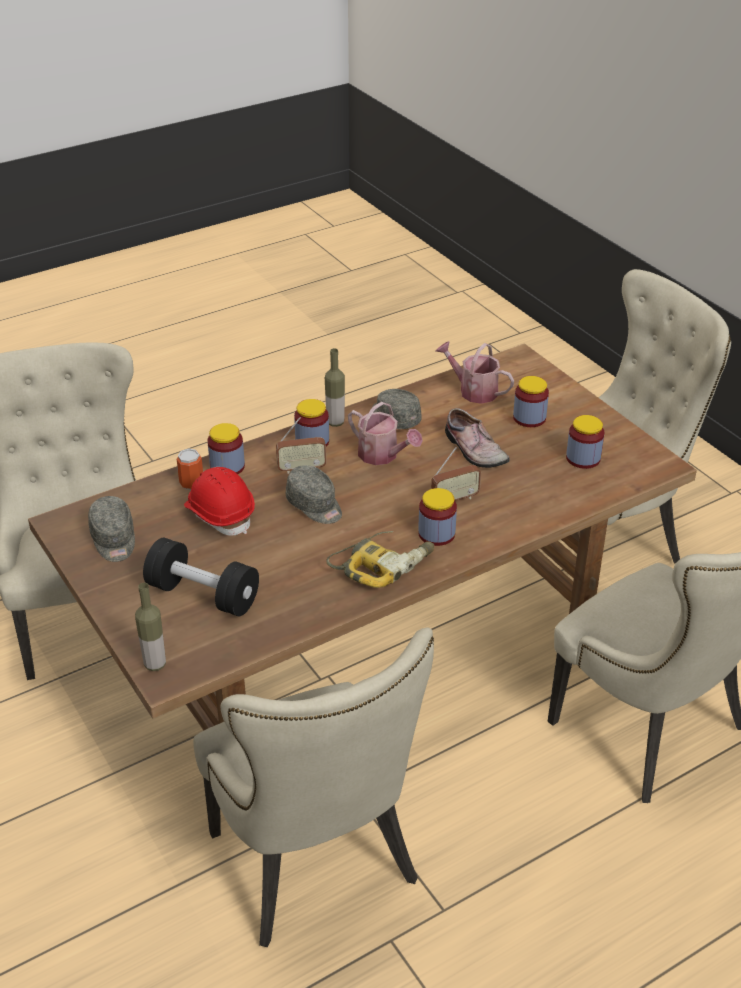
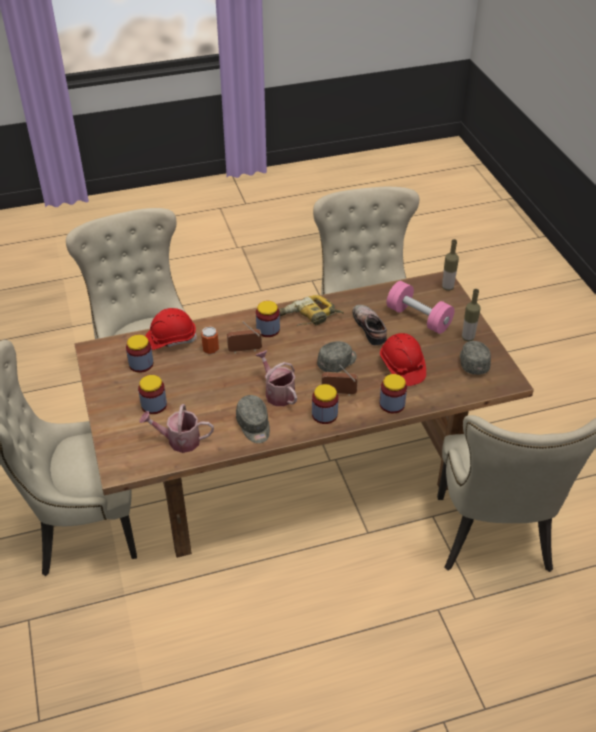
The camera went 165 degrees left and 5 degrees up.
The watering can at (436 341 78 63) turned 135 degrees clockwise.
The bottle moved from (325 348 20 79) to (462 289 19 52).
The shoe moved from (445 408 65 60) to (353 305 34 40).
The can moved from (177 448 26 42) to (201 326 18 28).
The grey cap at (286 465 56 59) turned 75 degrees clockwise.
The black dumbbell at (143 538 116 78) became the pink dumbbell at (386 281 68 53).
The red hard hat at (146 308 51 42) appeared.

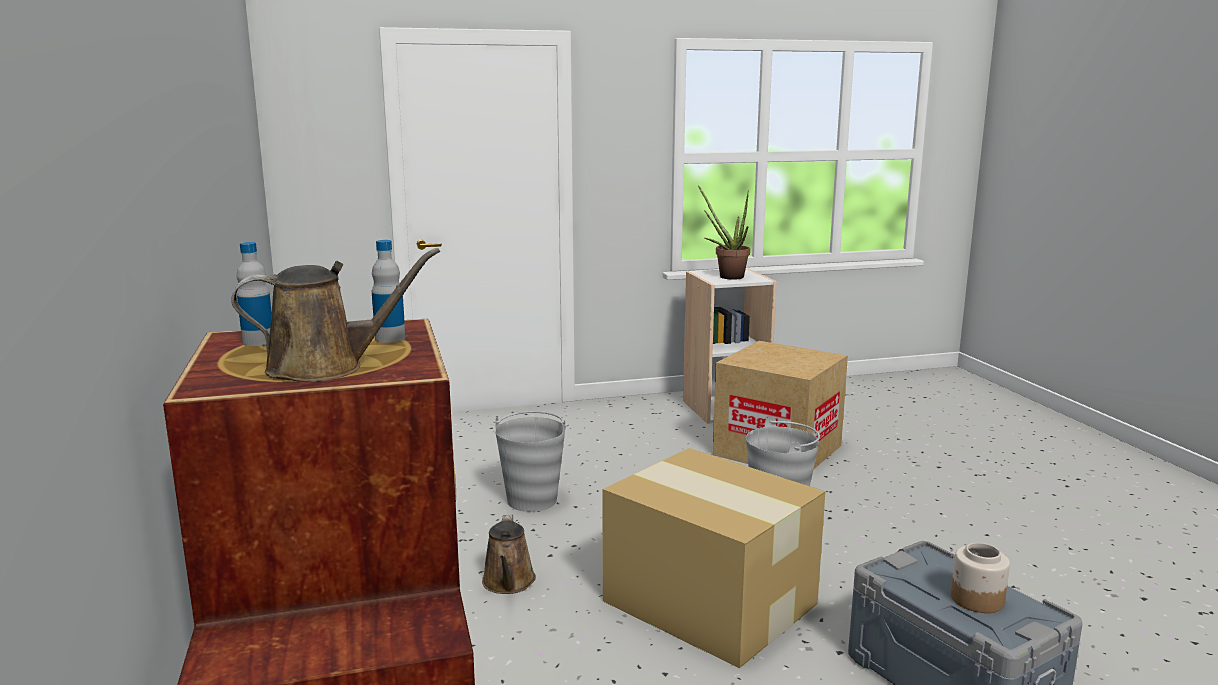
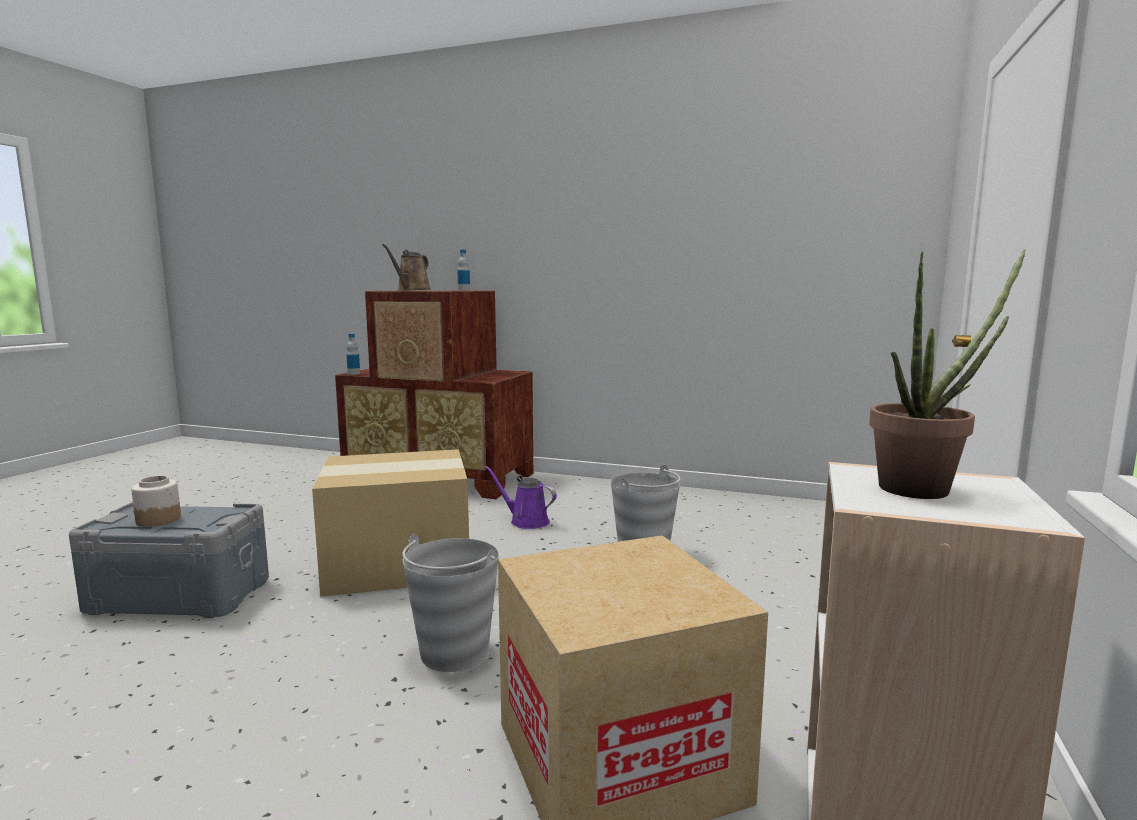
The camera went 125 degrees right and 5 degrees down.
The bottle moved from (372 240 34 103) to (346 334 14 41).
The brown watering can at (482 514 54 80) became the purple watering can at (485 466 72 63).

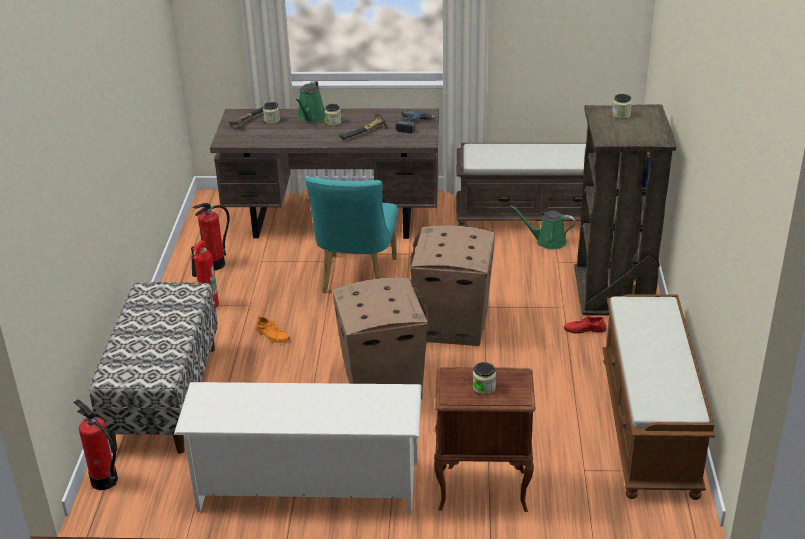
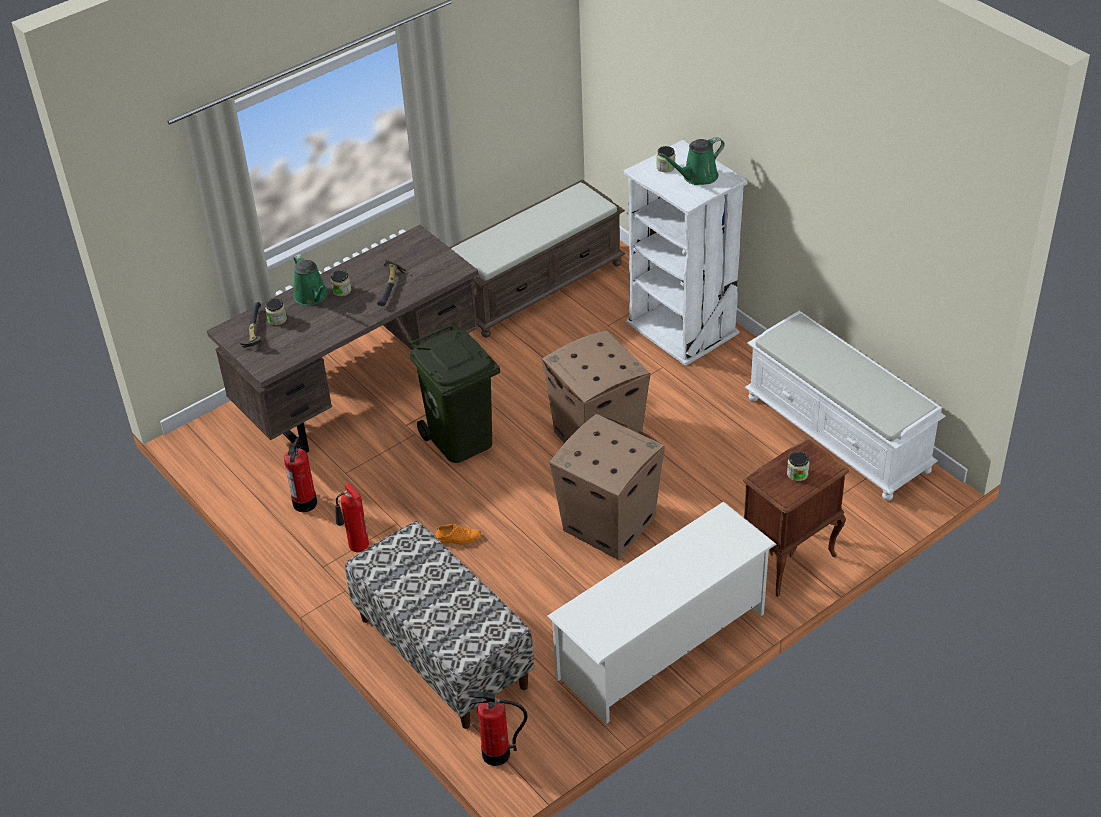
The camera went 40 degrees left and 10 degrees up.
The brown bookcase at (574 104 102 212) became the white bookcase at (623 140 125 225).
The power drill at (396 110 39 24) disappeared.
The turquoise chair at (306 177 92 116) was replaced by the green trash can at (410 324 90 139).
The green watering can moved from (511 206 64 44) to (658 137 67 48).
The brown bench at (602 294 113 206) became the white bench at (745 311 200 190).
The red shoe at (564 315 42 19) disappeared.

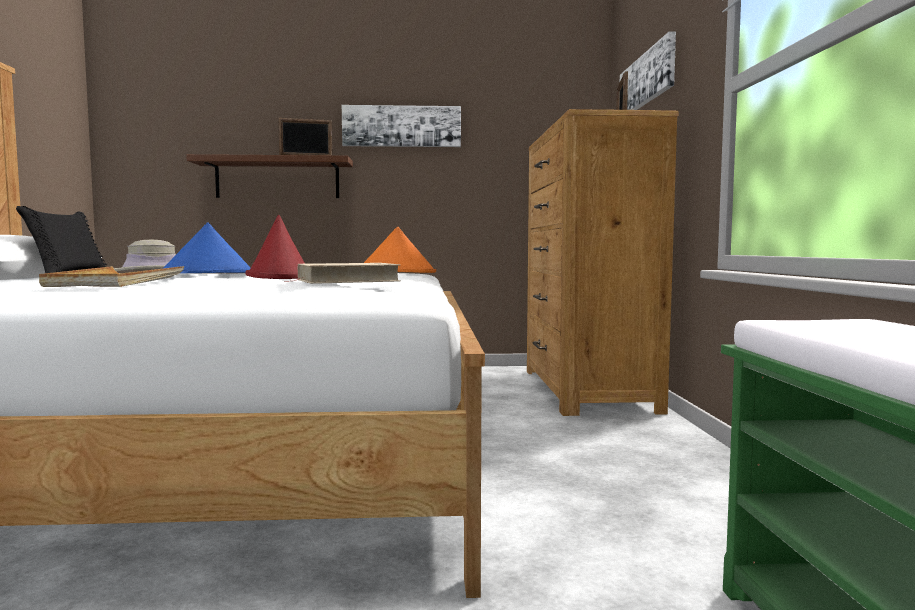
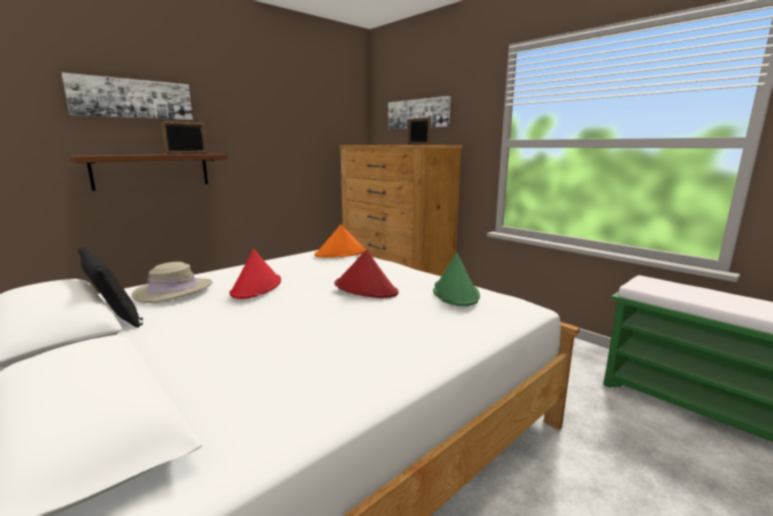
The camera went 40 degrees left and 10 degrees up.
The picture moved from (342 105 119 42) to (62 73 131 47).
The blue hat at (164 223 86 51) became the red hat at (229 249 52 50).
The beige book at (284 263 117 21) was replaced by the green hat at (433 252 47 54).
The beige tray at (39 266 145 21) disappeared.

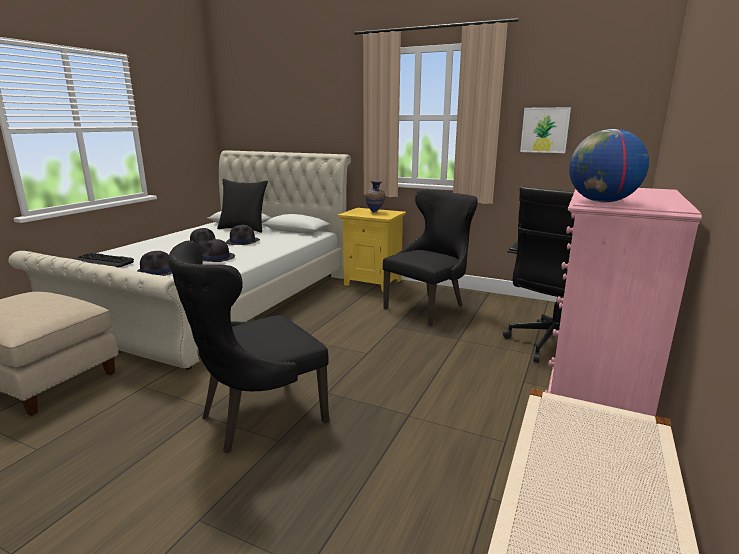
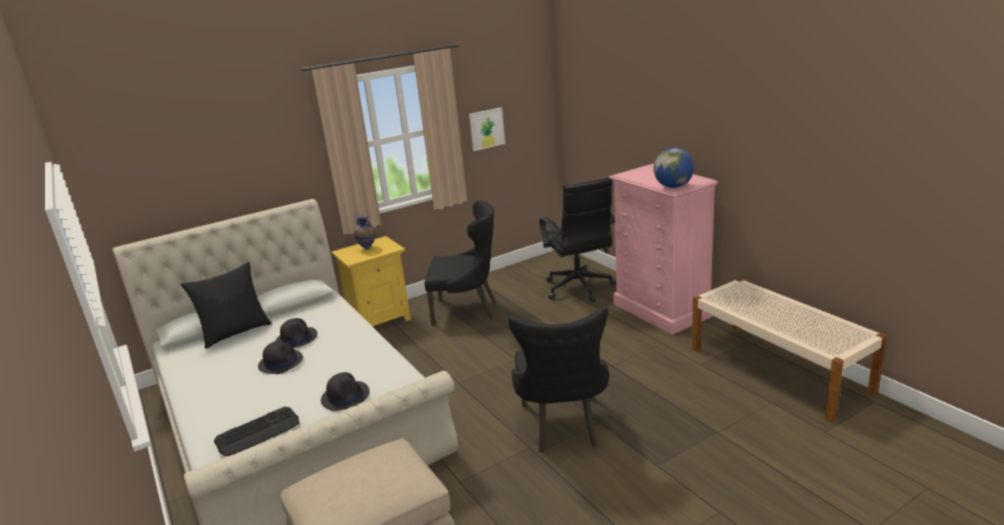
The camera went 55 degrees left and 5 degrees up.
The black chair at (383 189 94 137) turned 105 degrees clockwise.
The black hat at (200 239 35 23) disappeared.

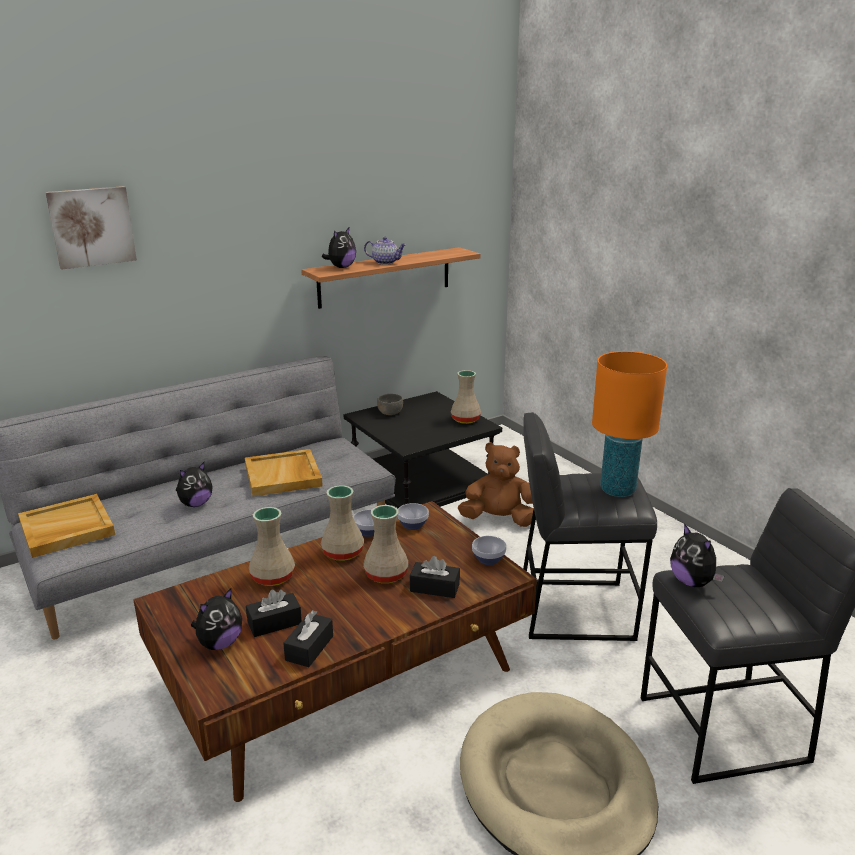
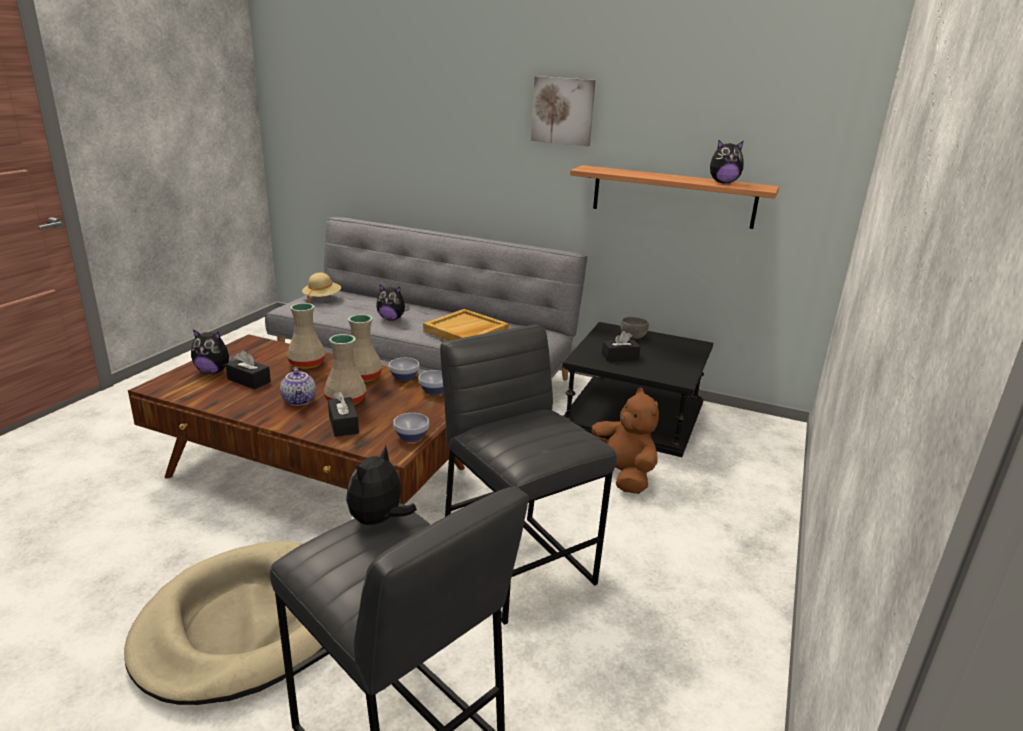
The camera went 55 degrees right and 0 degrees up.
The picture moved from (45 186 92 84) to (531 76 65 70).
The plush toy moved from (322 228 34 40) to (710 140 34 43).
The teapot moved from (364 237 42 28) to (280 367 36 39).
The orange table lamp at (592 351 75 146) disappeared.
The beige vase at (451 370 30 54) disappeared.
The beige tray at (18 494 97 64) was replaced by the beige hat at (302 273 39 30).
The black tissue box moved from (283 610 50 57) to (602 331 39 30).

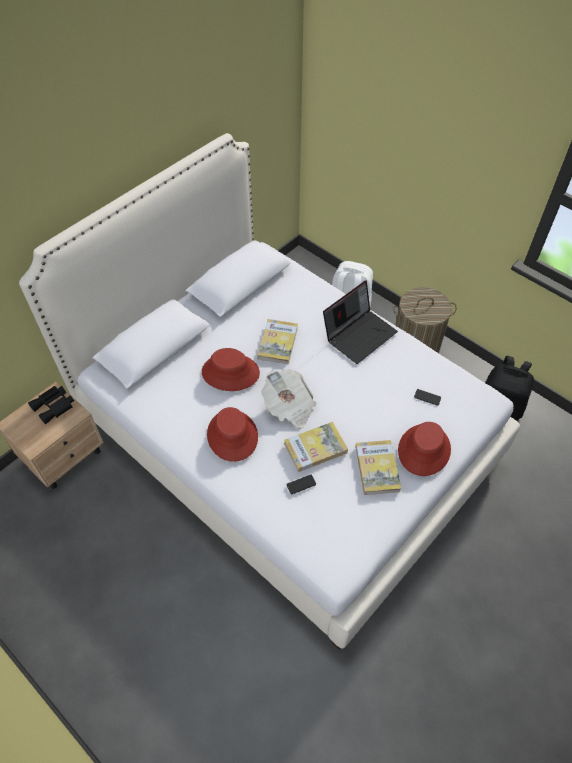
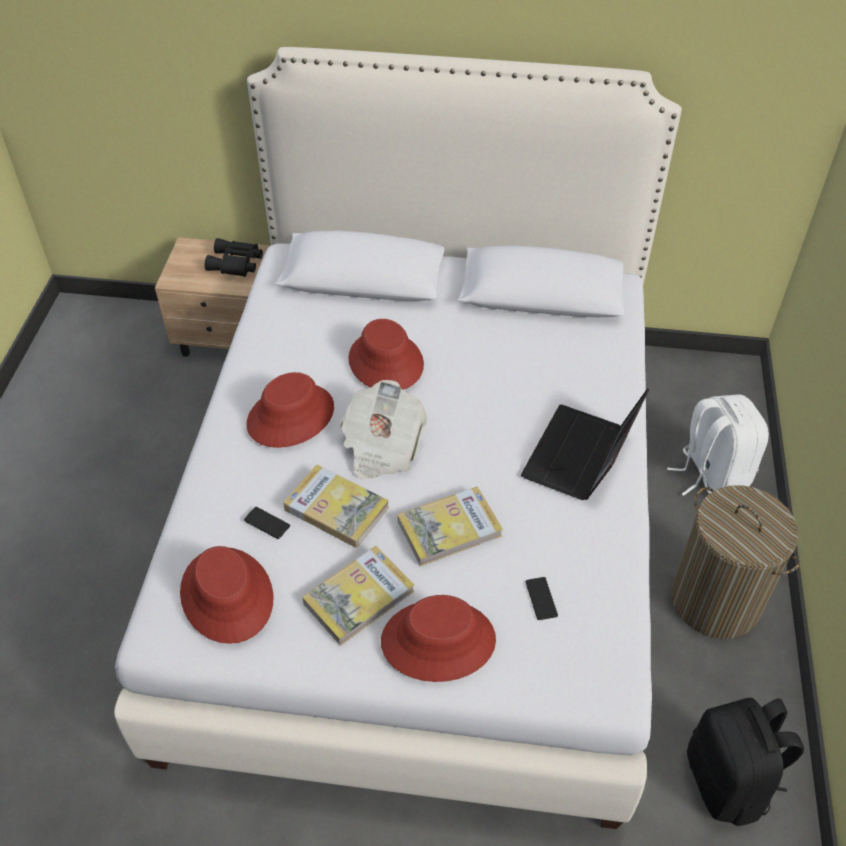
The camera went 55 degrees right and 5 degrees down.
The laptop at (323 280 75 84) turned 105 degrees clockwise.
The book moved from (257 319 41 45) to (398 487 105 79).
The red hat at (180 546 93 98) appeared.

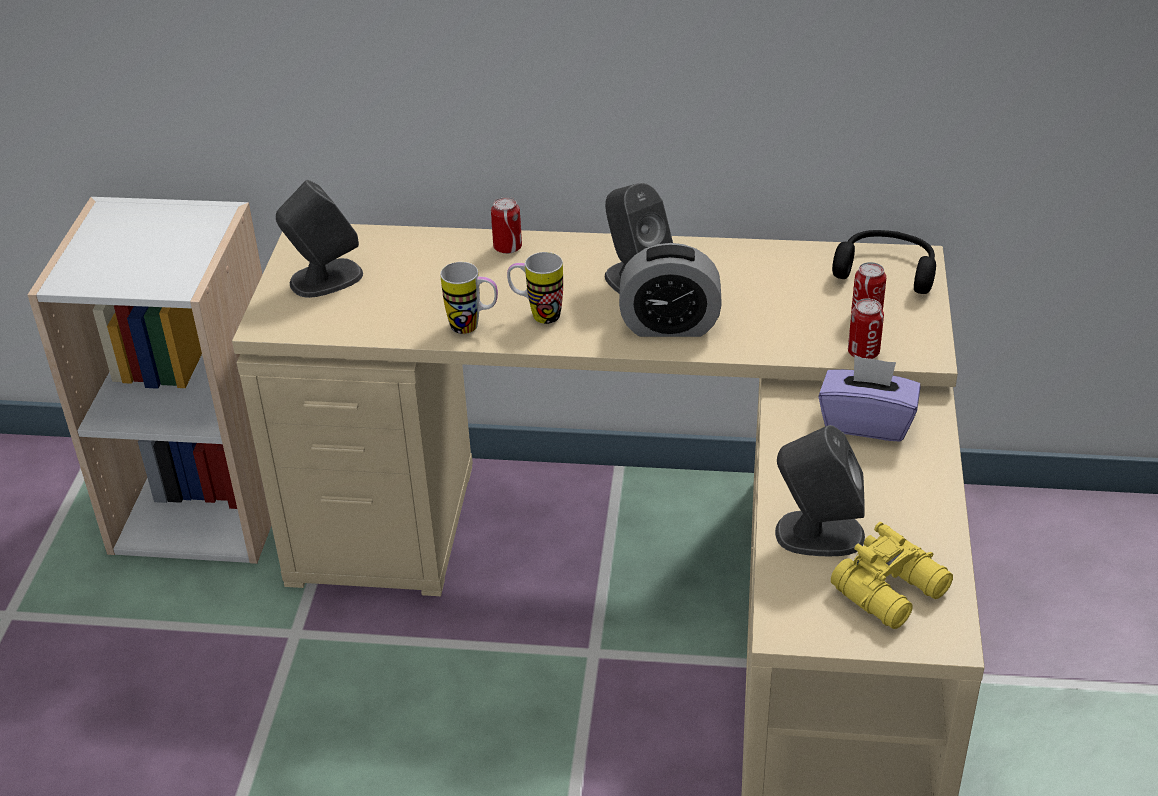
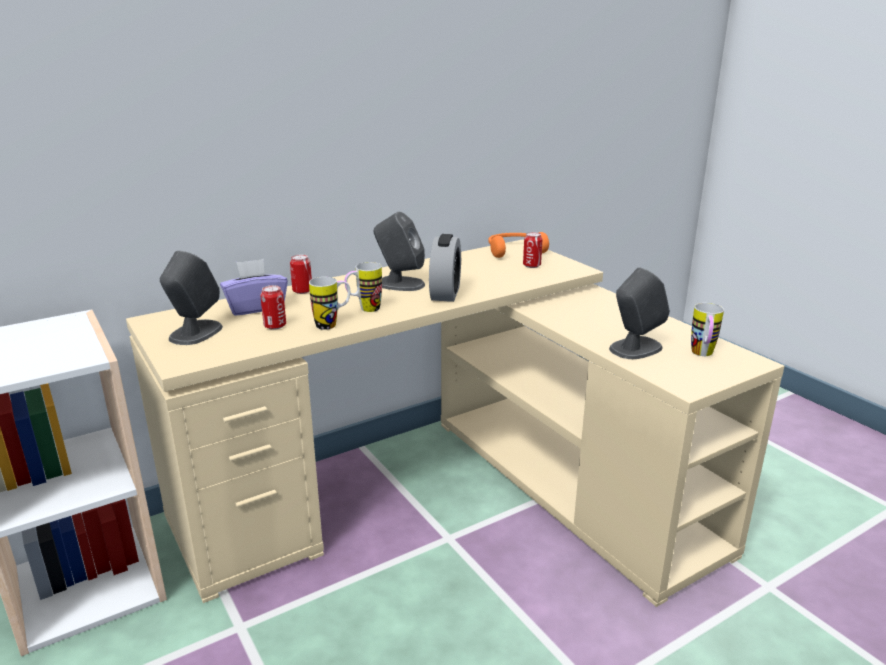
The camera went 40 degrees left and 15 degrees down.
The black headphones at (832 230 104 64) became the orange headphones at (488 232 61 26).
The alarm clock at (619 243 103 94) turned 45 degrees counterclockwise.
The can moved from (848 299 36 60) to (260 285 26 45).
The purple tissue box moved from (819 355 102 87) to (220 259 68 57).
The yellow binoculars at (831 522 122 107) was replaced by the mug at (691 303 33 53).

